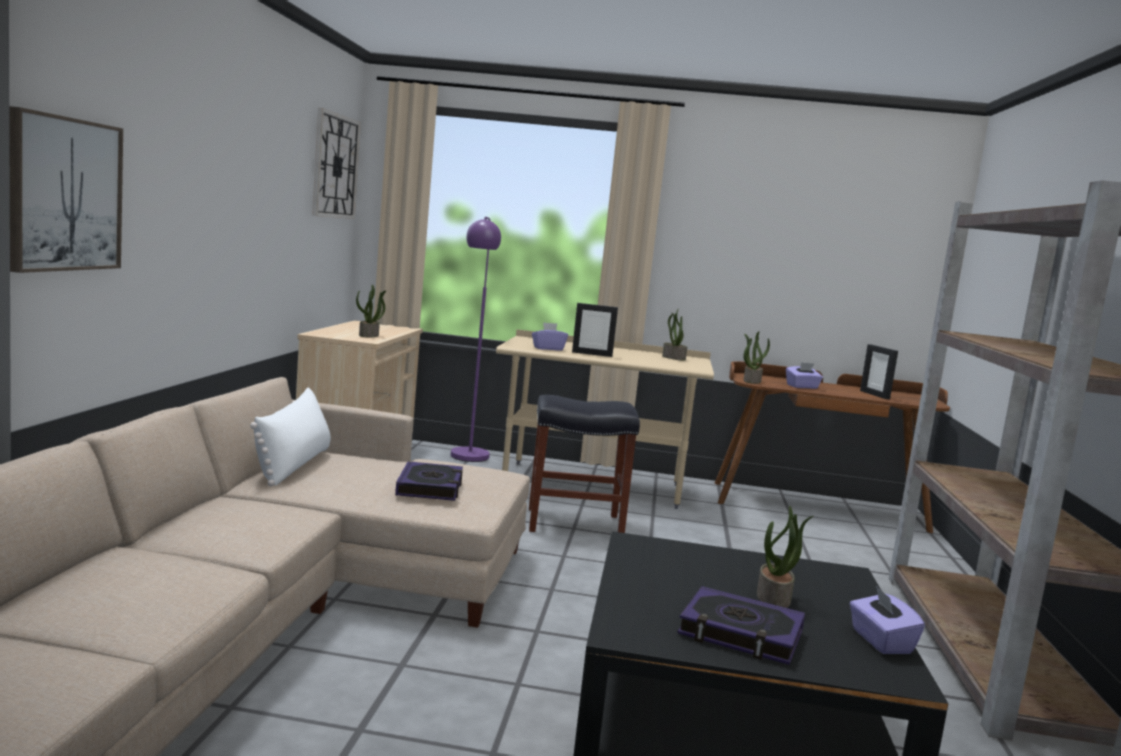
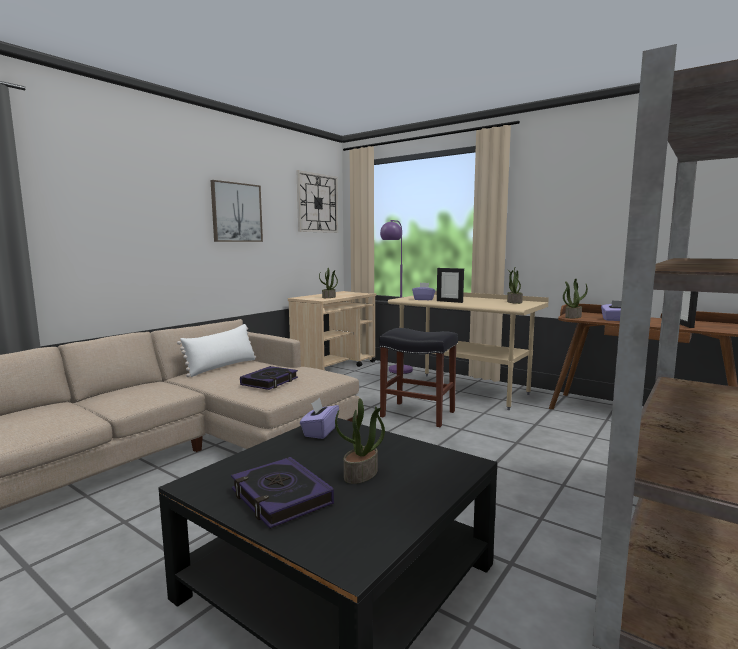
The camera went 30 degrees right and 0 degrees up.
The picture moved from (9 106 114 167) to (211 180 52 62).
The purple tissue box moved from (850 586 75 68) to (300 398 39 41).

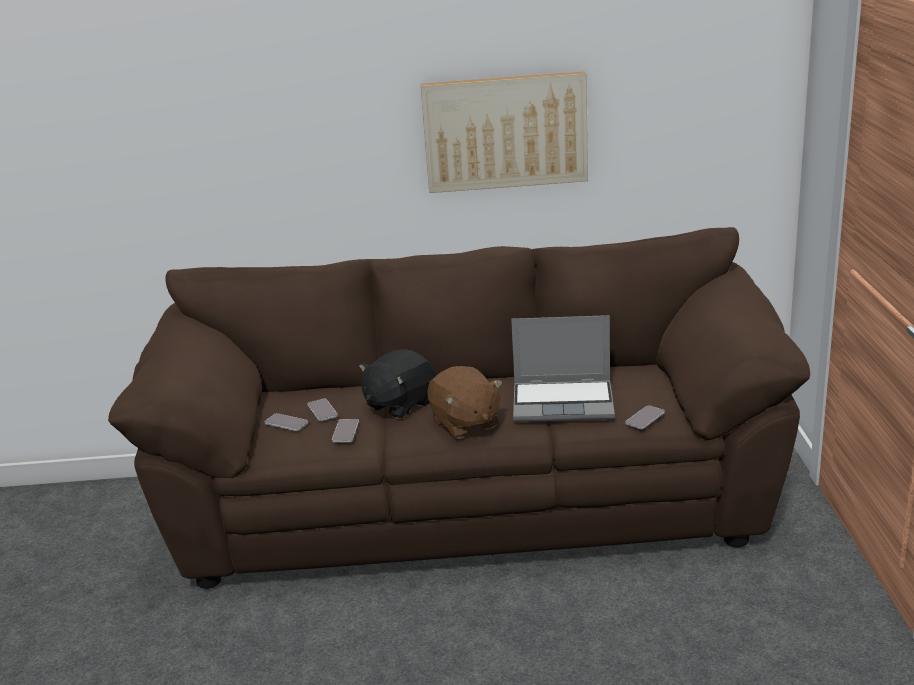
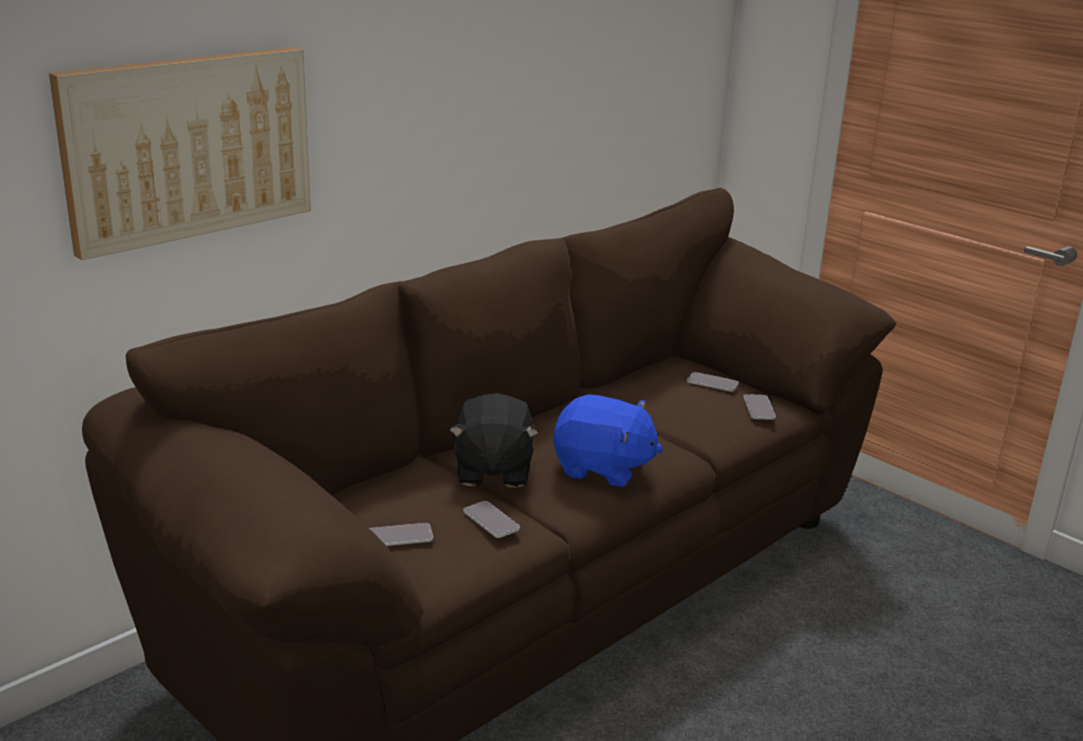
The camera went 45 degrees left and 0 degrees up.
The picture moved from (421 72 167 121) to (49 47 262 213).
The laptop at (511 315 104 107) disappeared.
The brown plush toy at (427 366 76 73) became the blue plush toy at (553 394 110 93).
The phone moved from (307 399 31 22) to (687 372 52 20).

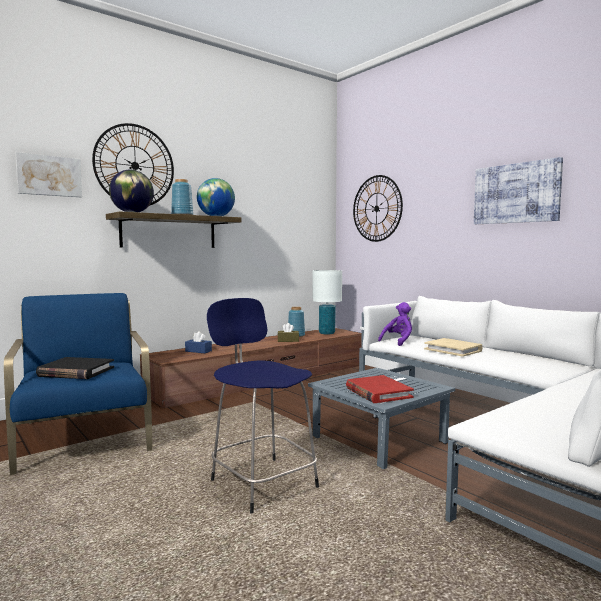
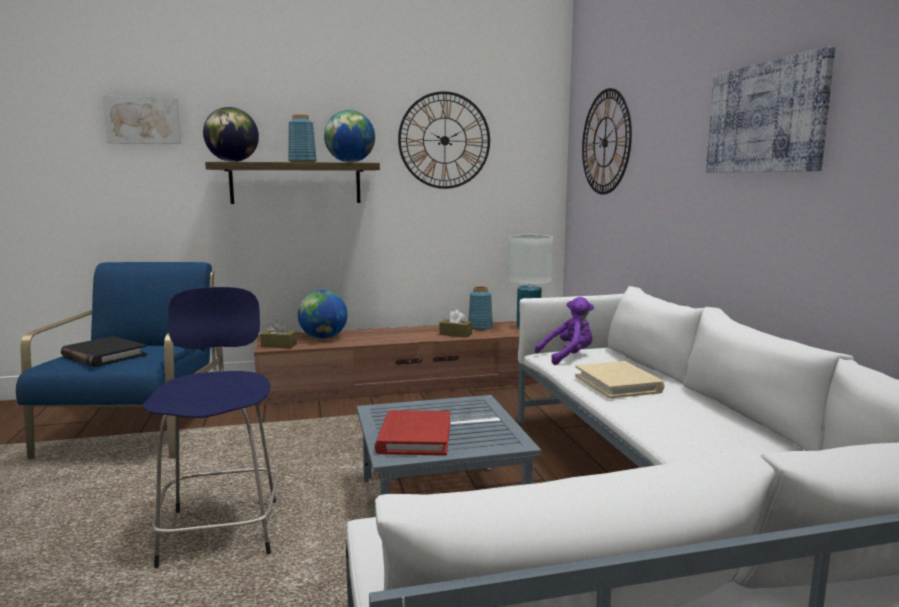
The camera went 25 degrees right and 5 degrees up.
The wall clock moved from (92 123 82 83) to (398 91 92 98).
The blue tissue box at (185 331 27 22) was replaced by the globe at (298 290 50 49).
The brown tissue box at (260 320 37 28) appeared.

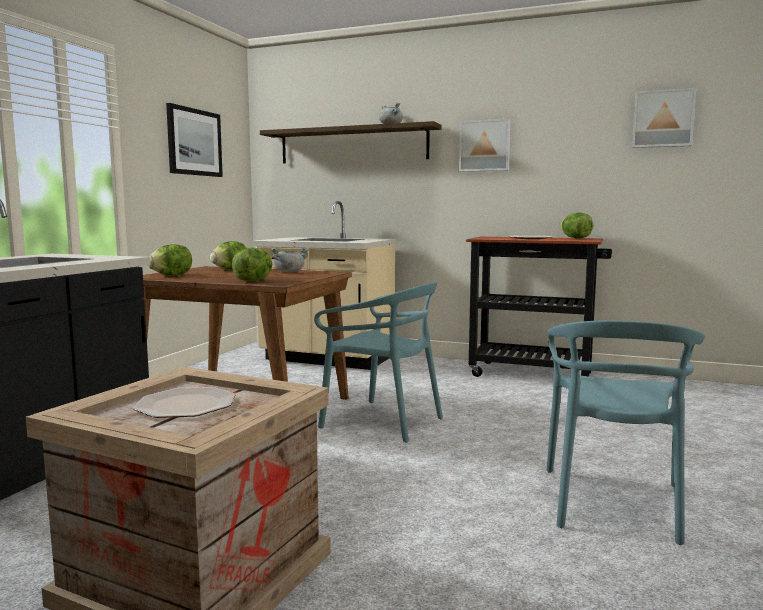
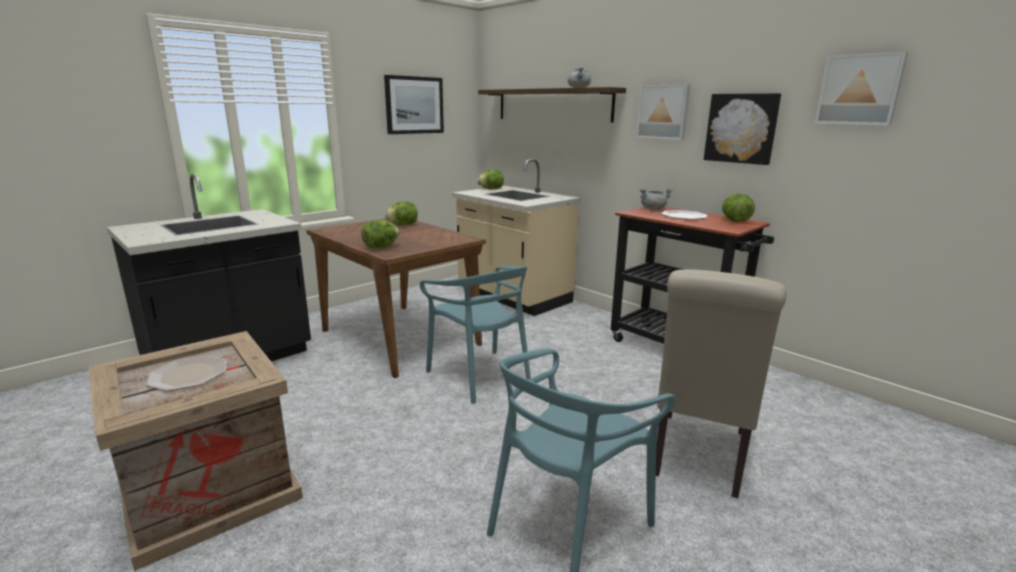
The camera went 25 degrees right and 10 degrees up.
The lettuce moved from (148 244 44 32) to (477 170 27 20).
The grey cooking pot moved from (271 247 38 25) to (640 188 33 22).
The picture at (704 93 77 72) appeared.
The beige chair at (656 270 131 228) appeared.

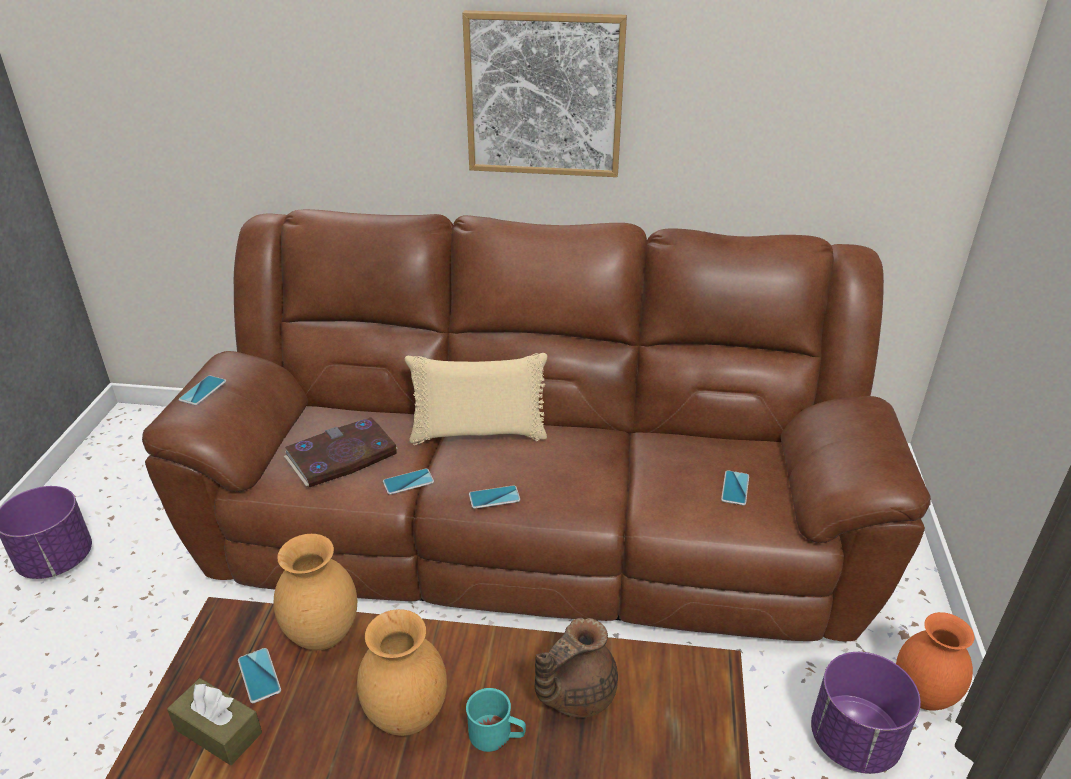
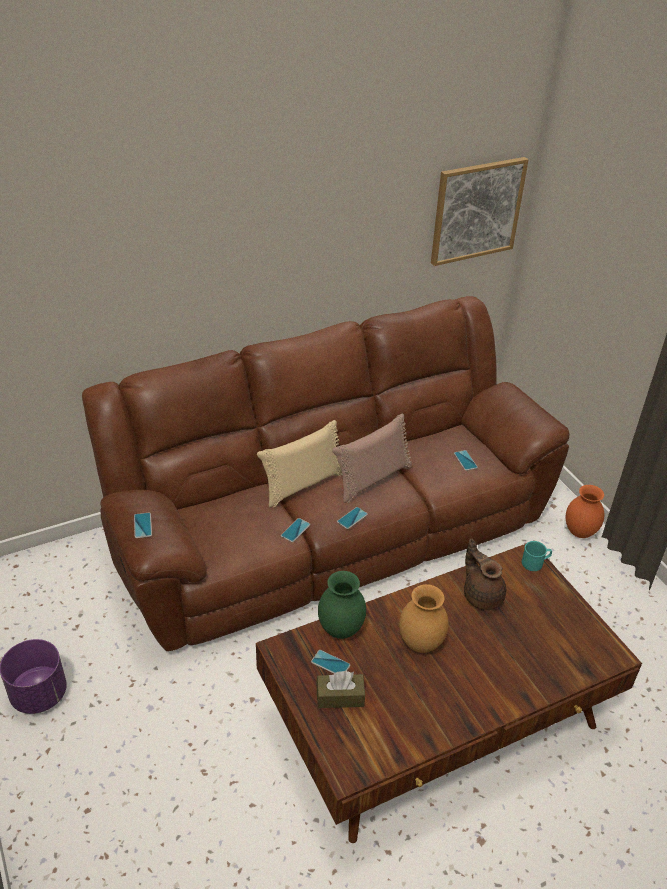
The camera went 35 degrees left and 5 degrees up.
The picture moved from (462 10 165 167) to (431 157 98 109).
The book at (284 417 114 71) disappeared.
The brown vase at (274 534 83 117) became the green vase at (318 571 48 68).
The brown teapot at (535 618 83 100) turned 135 degrees clockwise.
The purple planter at (811 652 110 122) disappeared.
The turquoise mug moved from (466 688 60 64) to (522 541 30 30).
The beige pillow at (332 413 80 90) appeared.

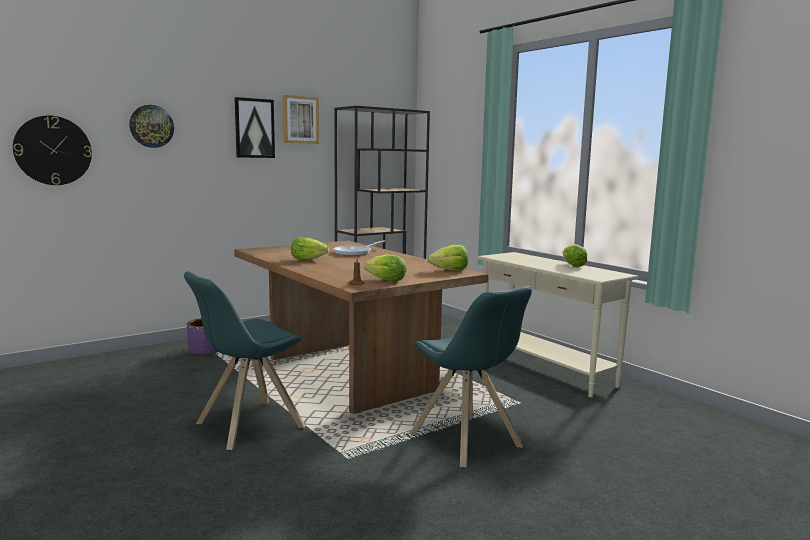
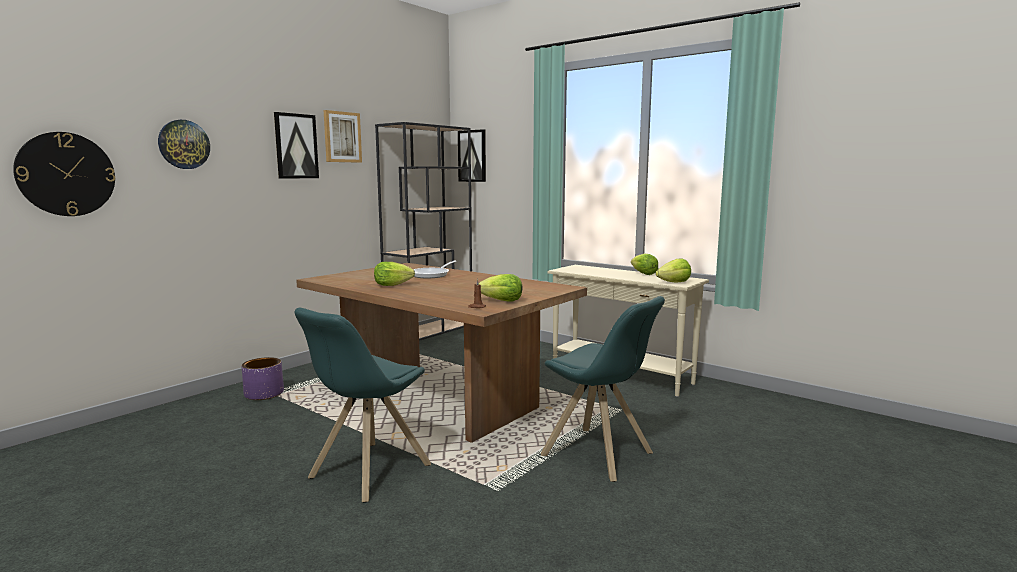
The camera went 15 degrees left and 0 degrees up.
The lettuce moved from (428 245 40 26) to (656 259 35 23).
The picture at (458 129 28 53) appeared.

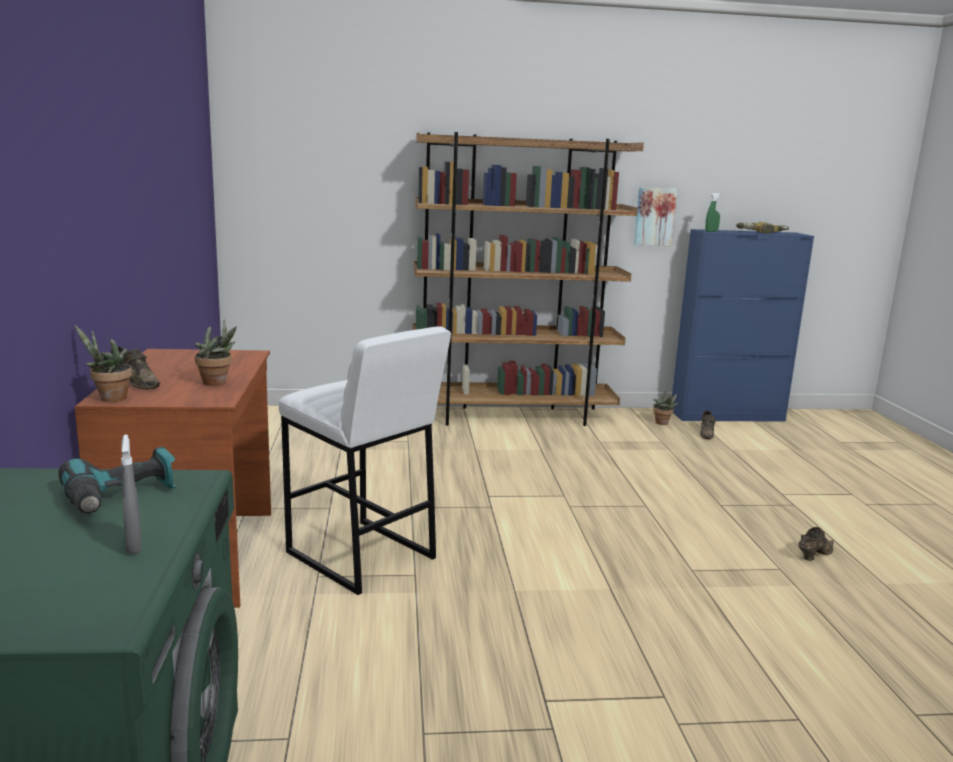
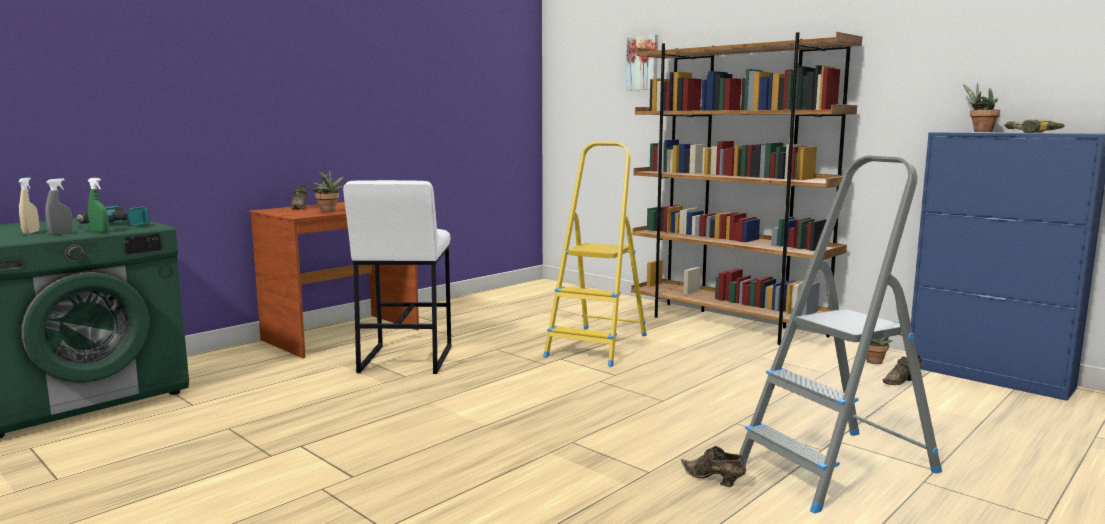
The camera went 50 degrees right and 5 degrees down.
The picture moved from (634 187 43 59) to (626 34 32 56).
The green spray bottle moved from (705 193 16 39) to (88 178 21 54).
The potted plant moved from (75 325 57 77) to (963 83 37 49).
The brown shoe at (798 527 36 34) turned 150 degrees counterclockwise.
The yellow step ladder at (543 142 104 225) appeared.
The grey step ladder at (739 155 203 358) appeared.
The beige spray bottle at (18 177 21 57) appeared.

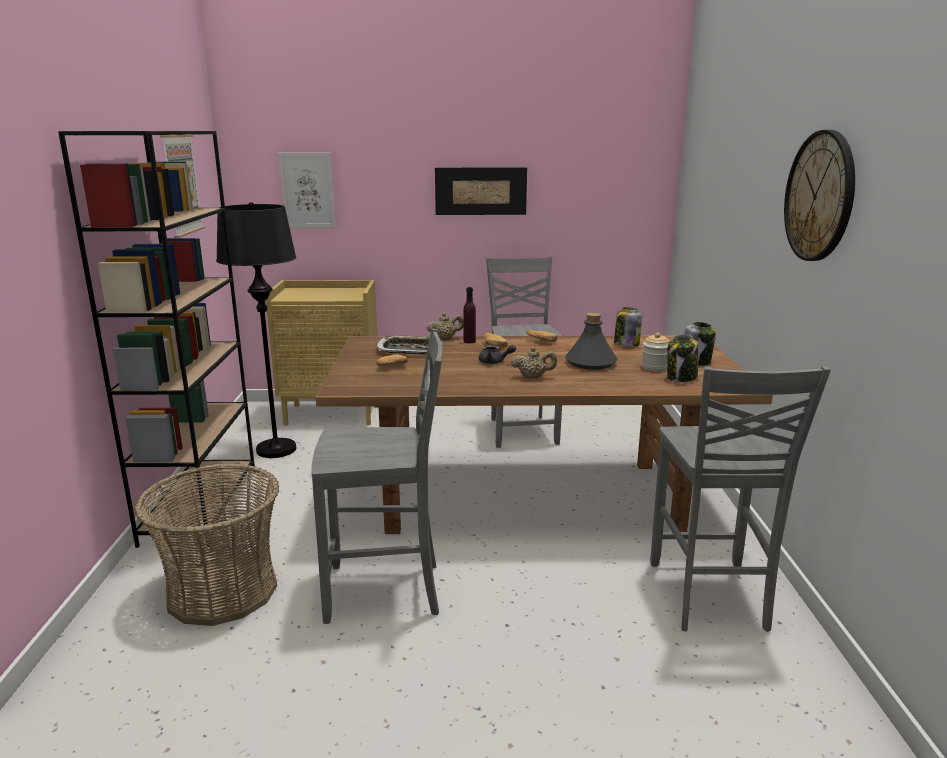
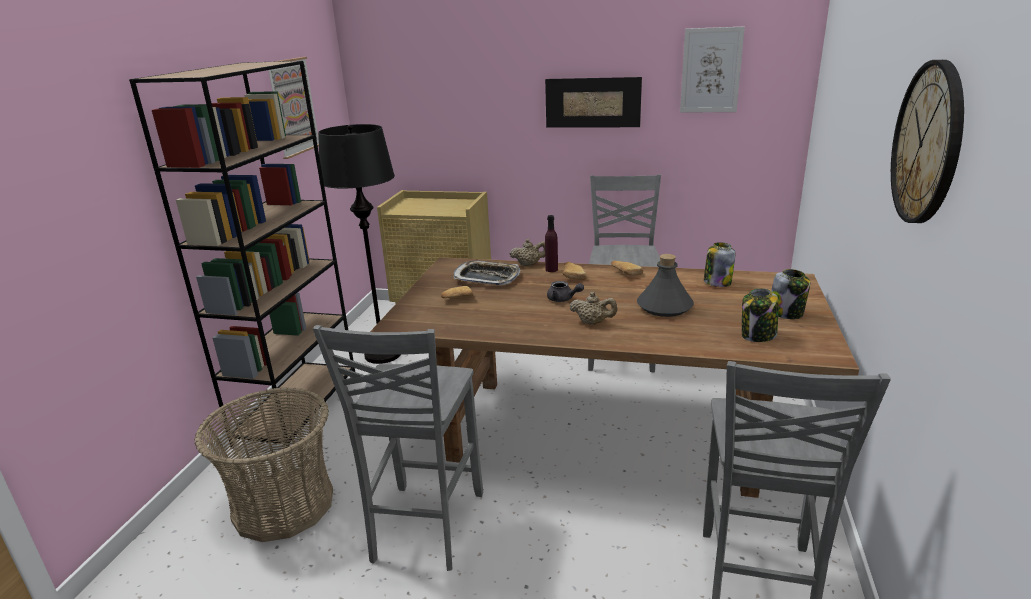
The camera went 15 degrees right and 5 degrees up.
The picture moved from (279 153 56 75) to (680 26 65 87).
The grey chair at (311 329 131 295) turned 90 degrees clockwise.
The jar at (641 333 28 38) disappeared.

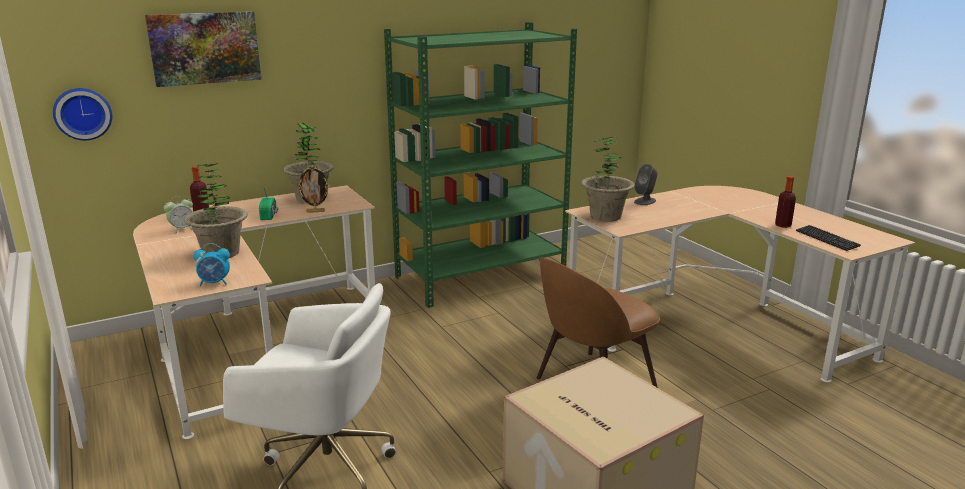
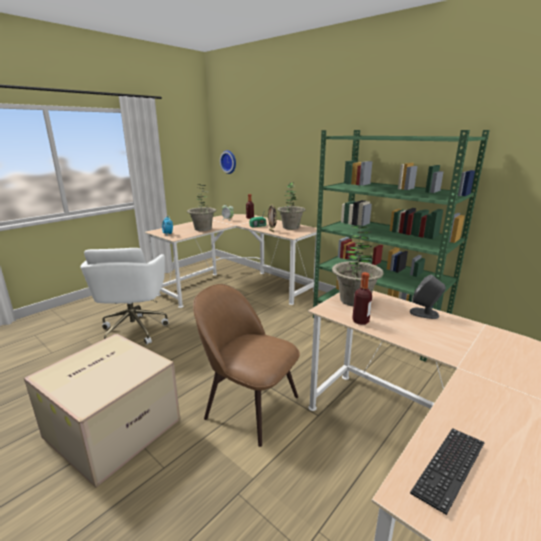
The camera went 70 degrees right and 0 degrees up.
The picture at (145 11 116 76) disappeared.
The bottle moved from (775 176 21 52) to (352 272 20 53).

